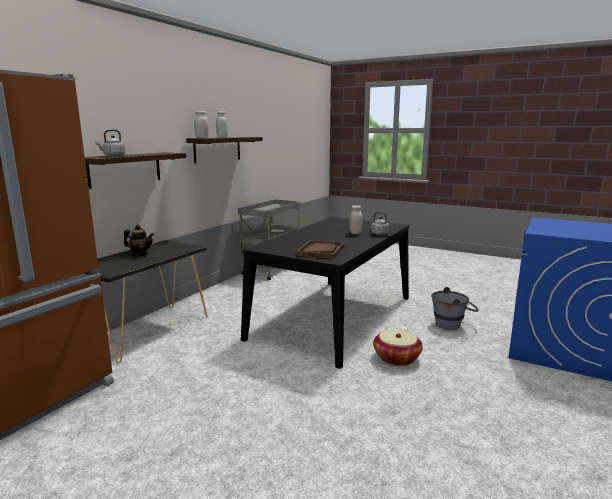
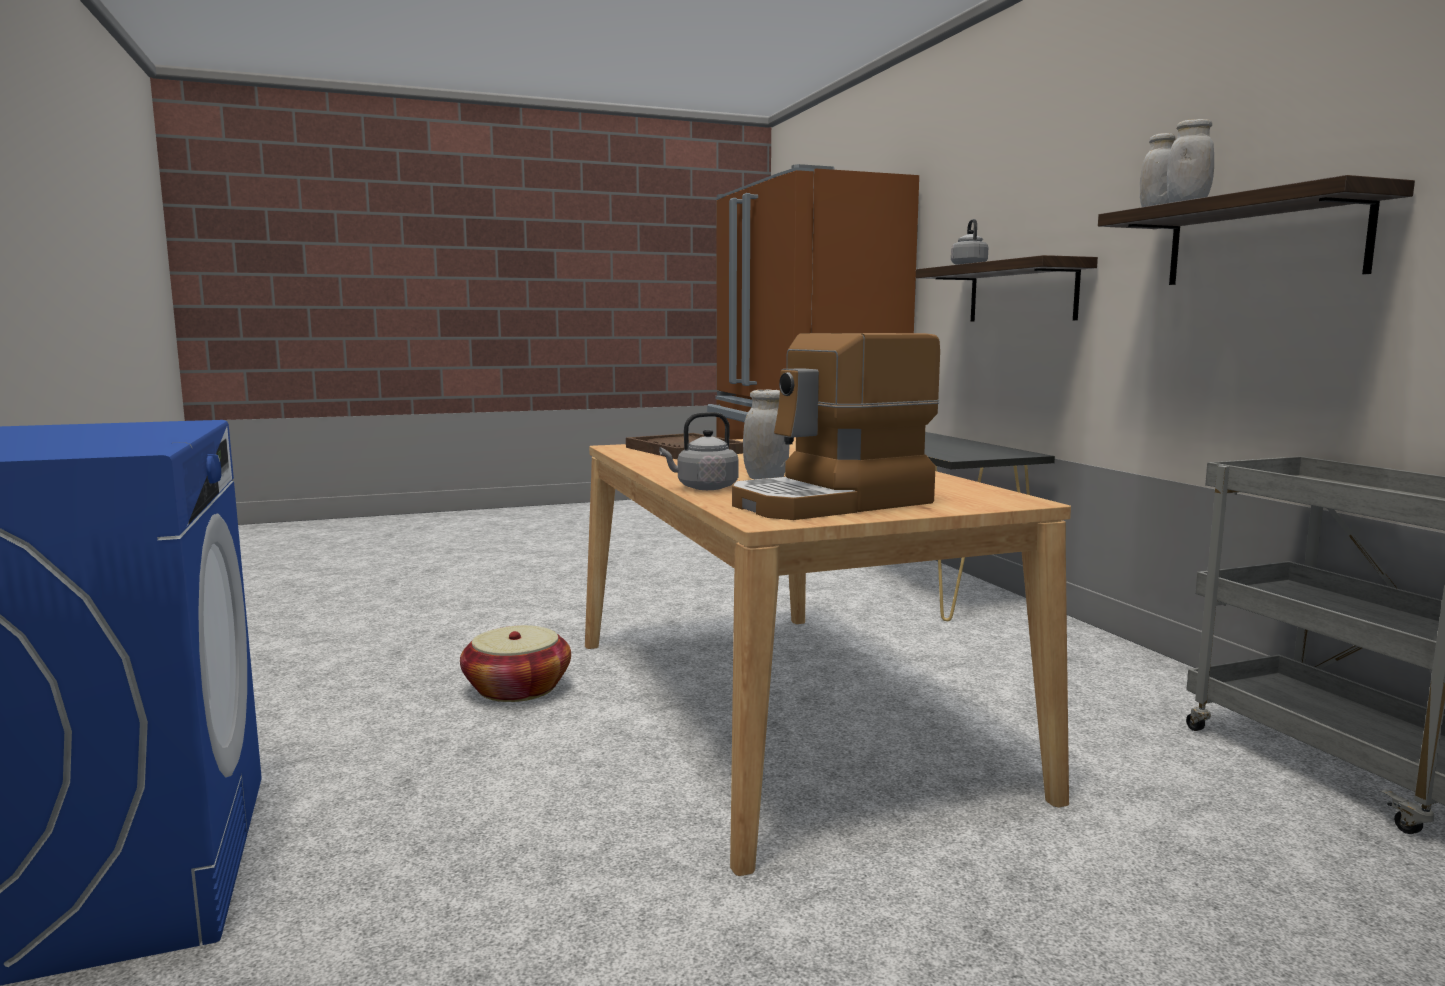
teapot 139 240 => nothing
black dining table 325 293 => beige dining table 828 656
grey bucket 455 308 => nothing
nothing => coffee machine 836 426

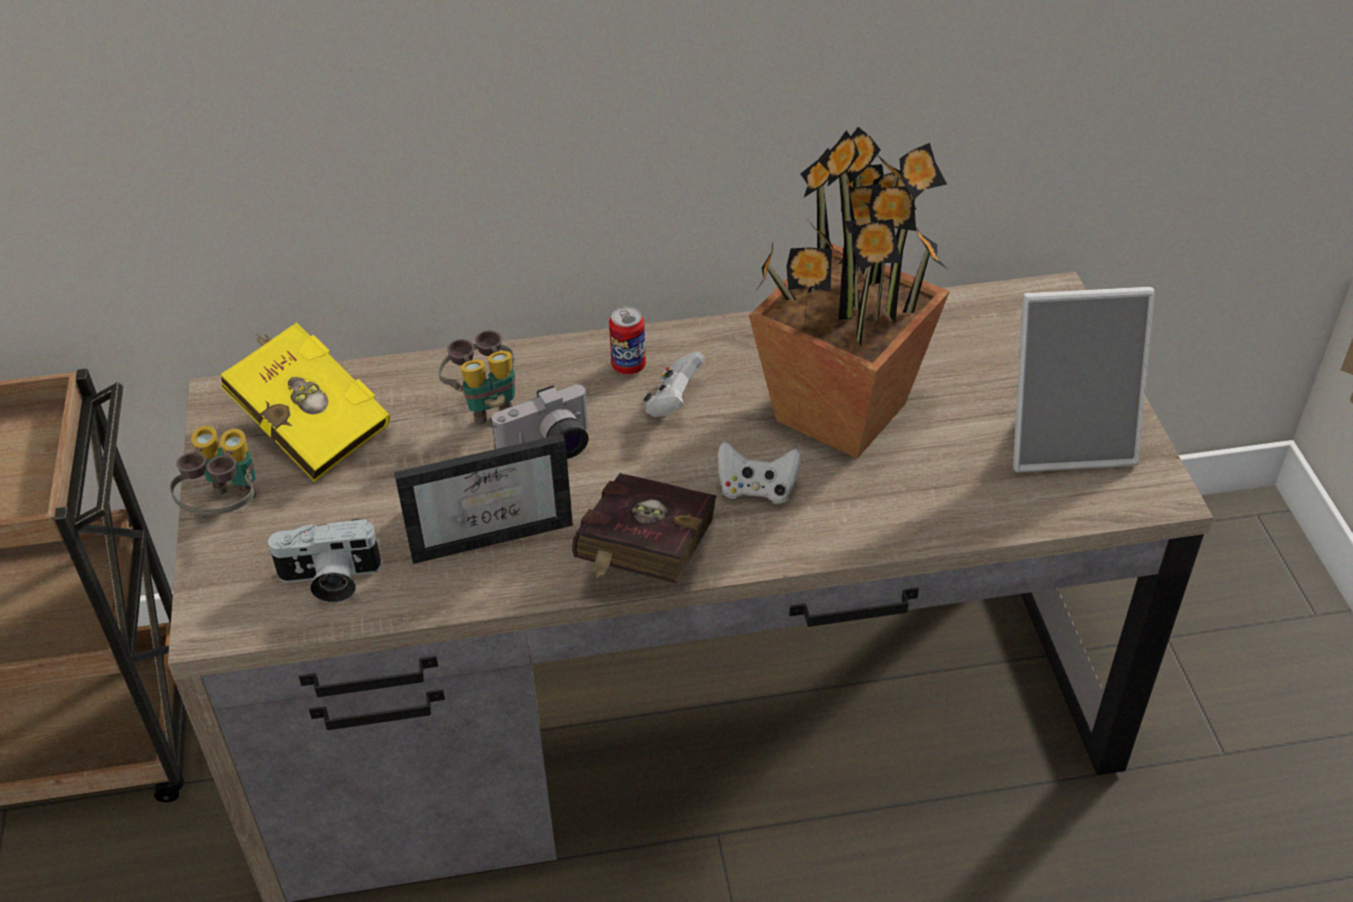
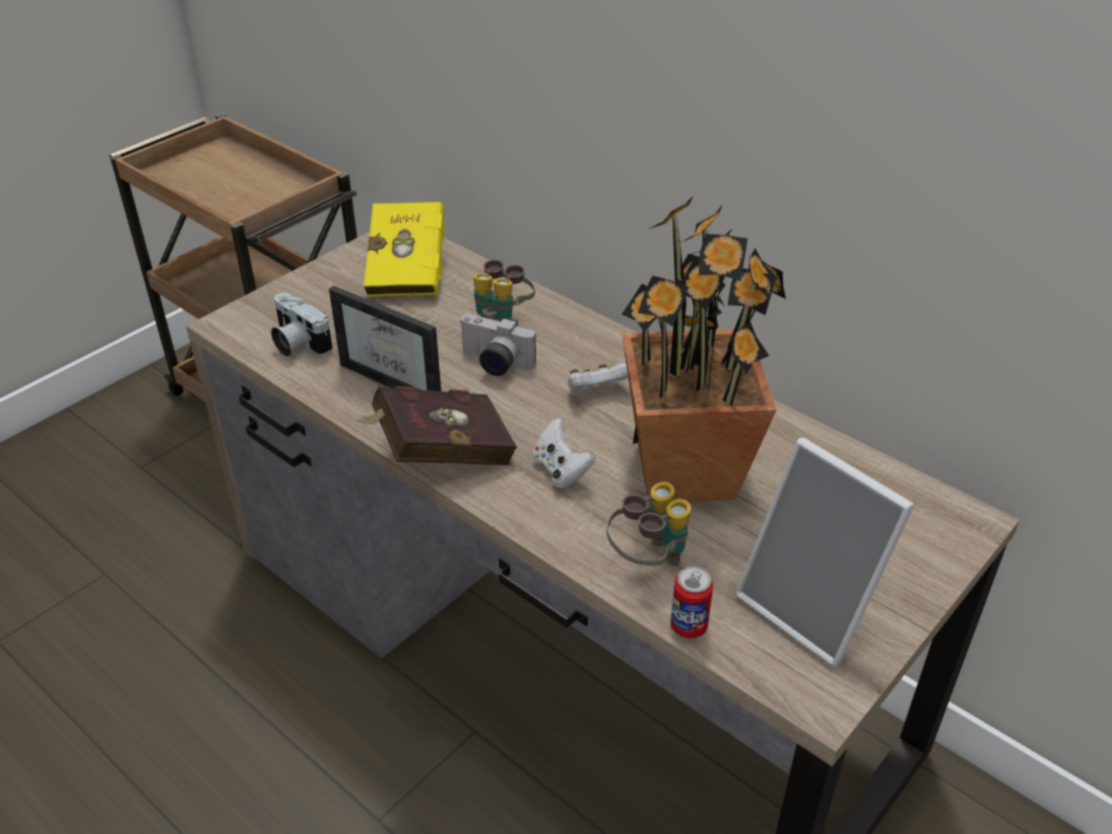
binoculars 213 470 => binoculars 649 524, move
can 627 341 => can 692 602, move

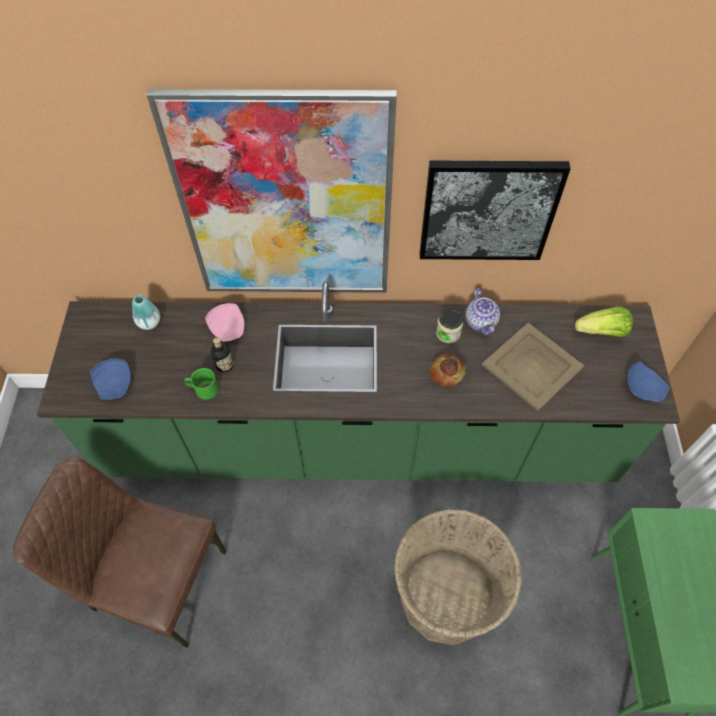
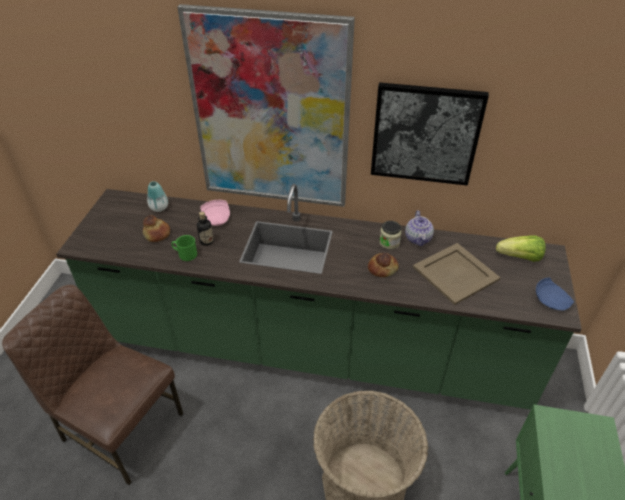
blue plate 110 379 => nothing
nothing => bread 156 228

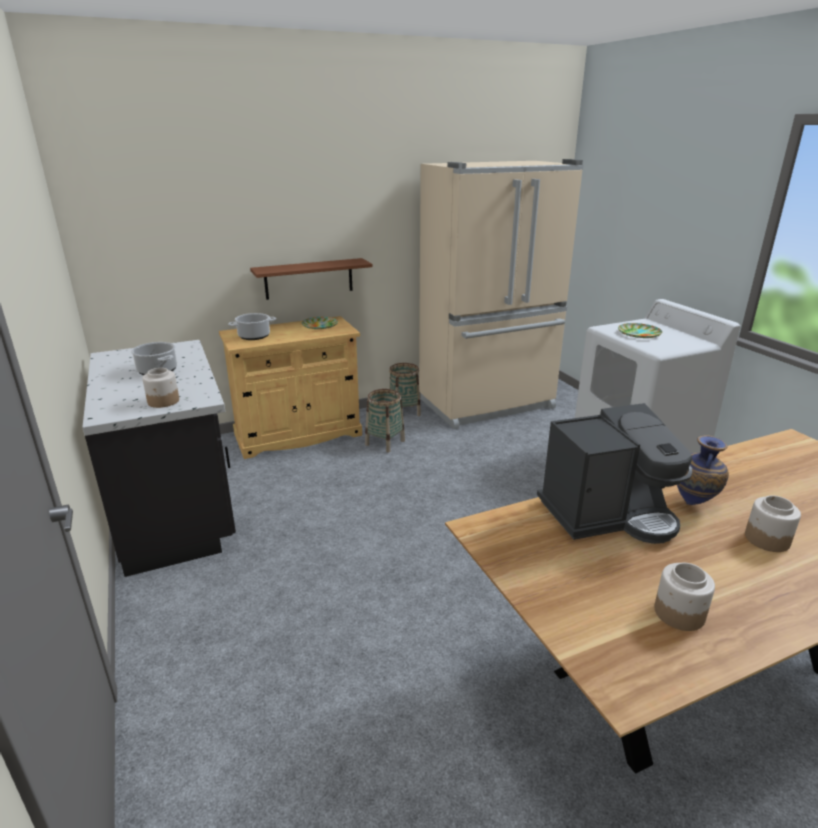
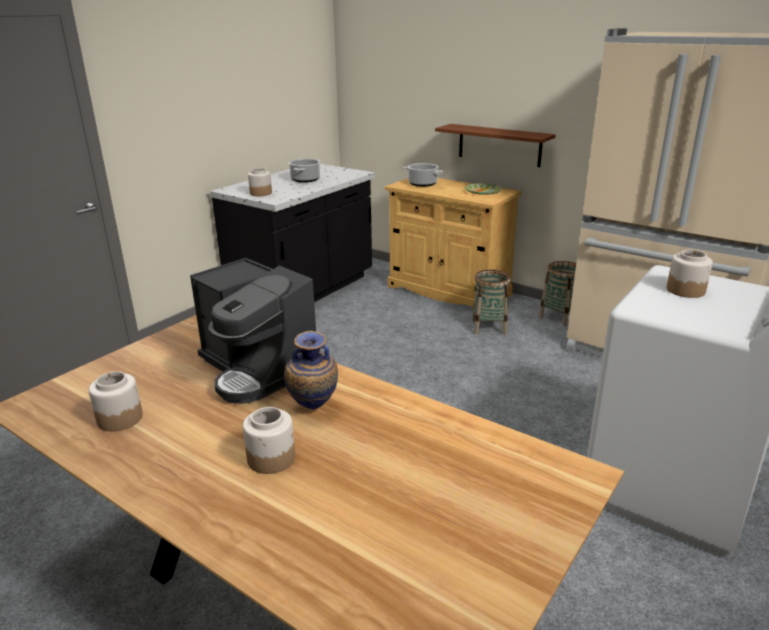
plate 640 330 => jar 690 274

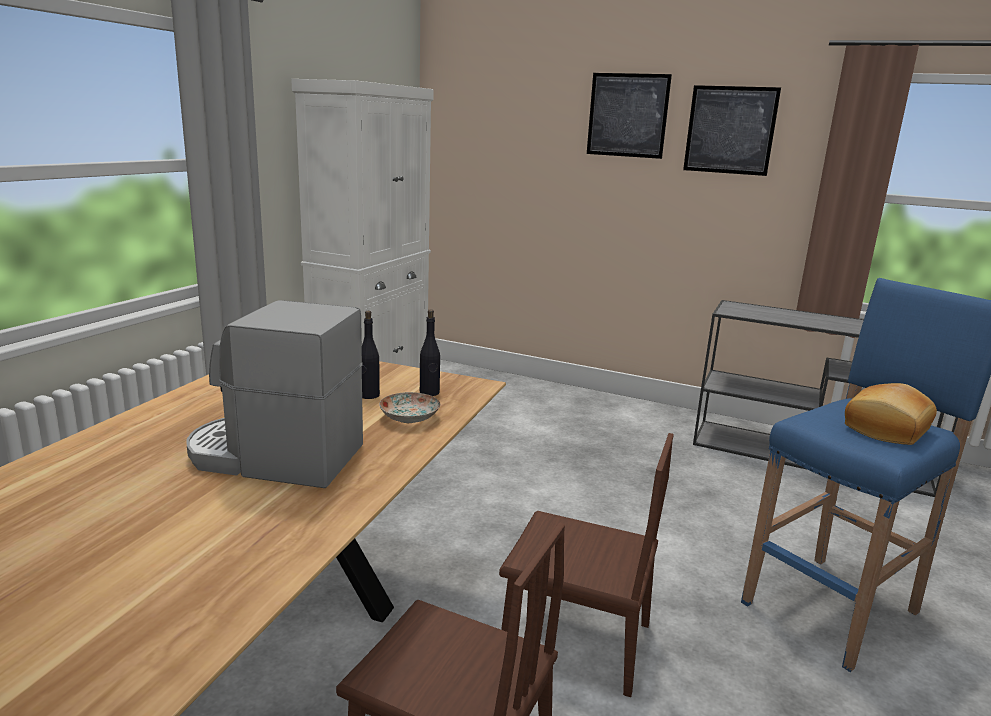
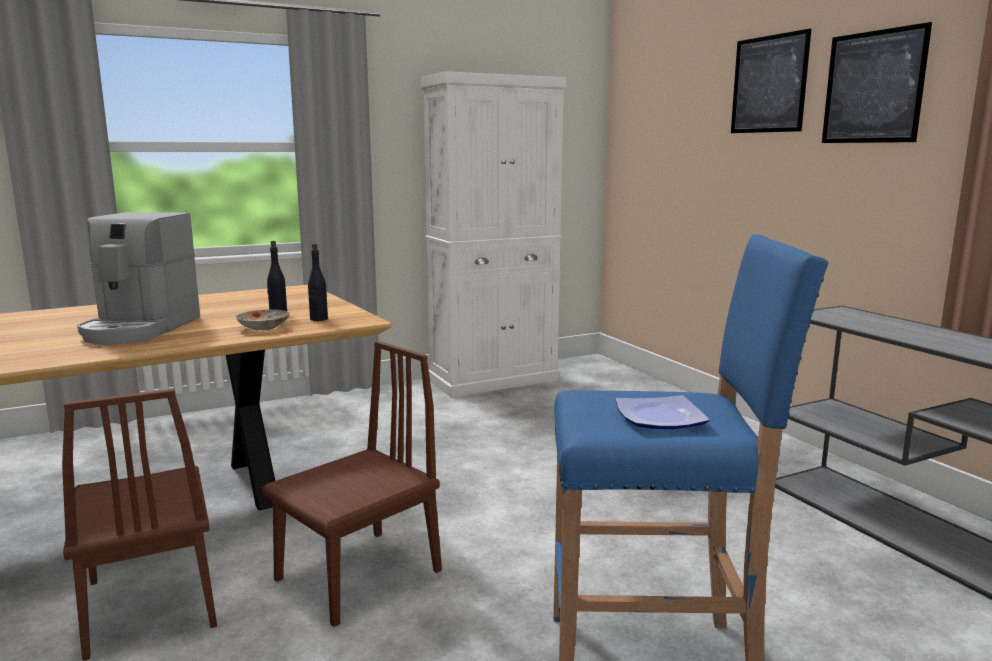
coffee machine 274 394 => coffee machine 138 278, 135 degrees counterclockwise
brown chair 586 565 => brown chair 352 484, 105 degrees counterclockwise
bread 891 414 => plate 662 412

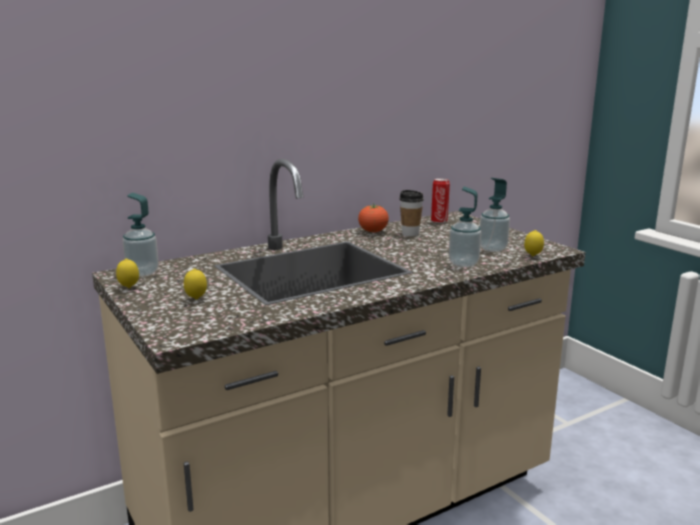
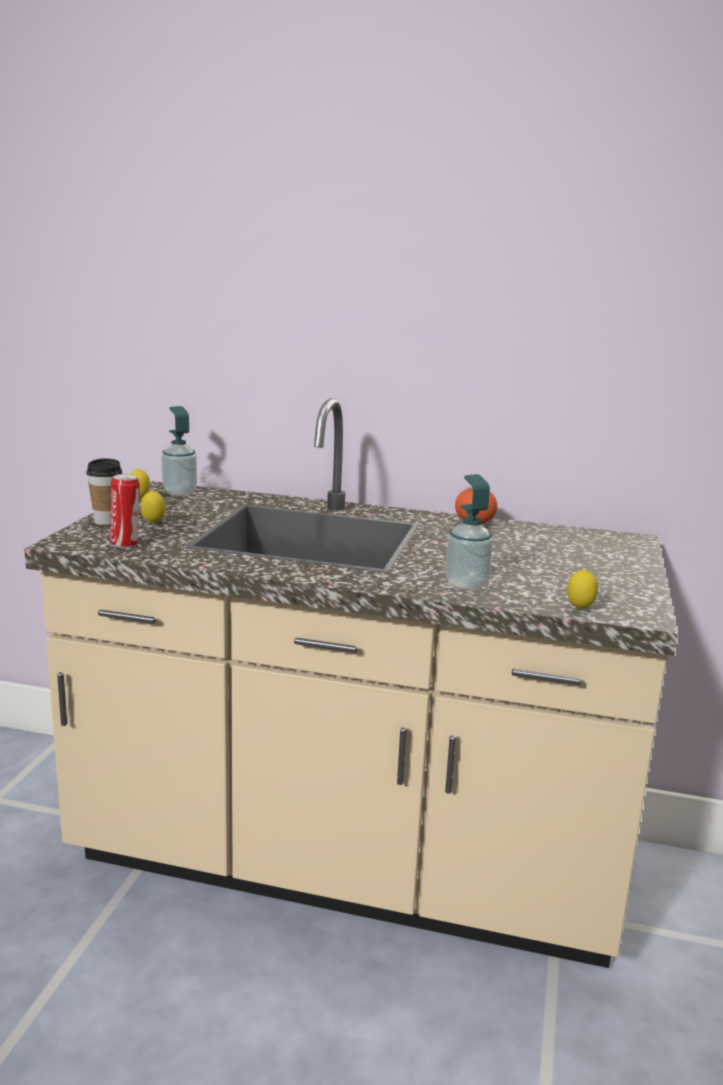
cup 411 213 => cup 104 491, move
can 440 201 => can 125 511, move
soap dispenser 495 215 => nothing

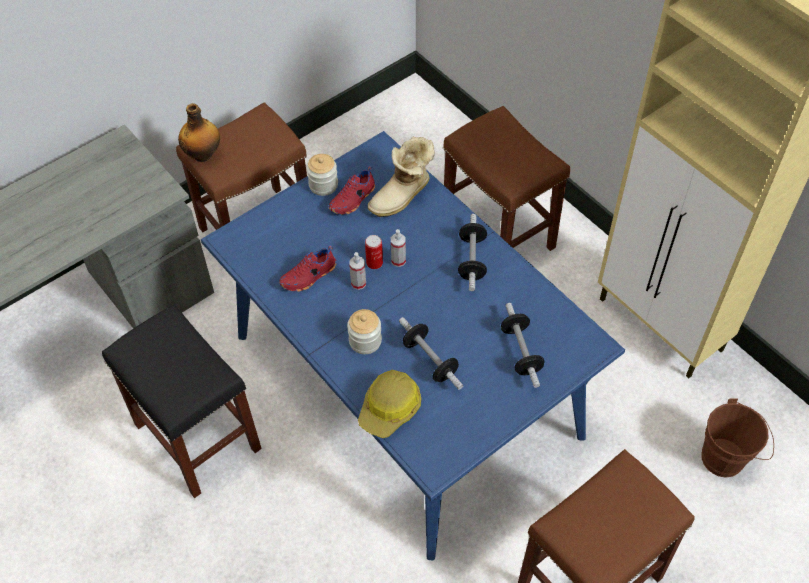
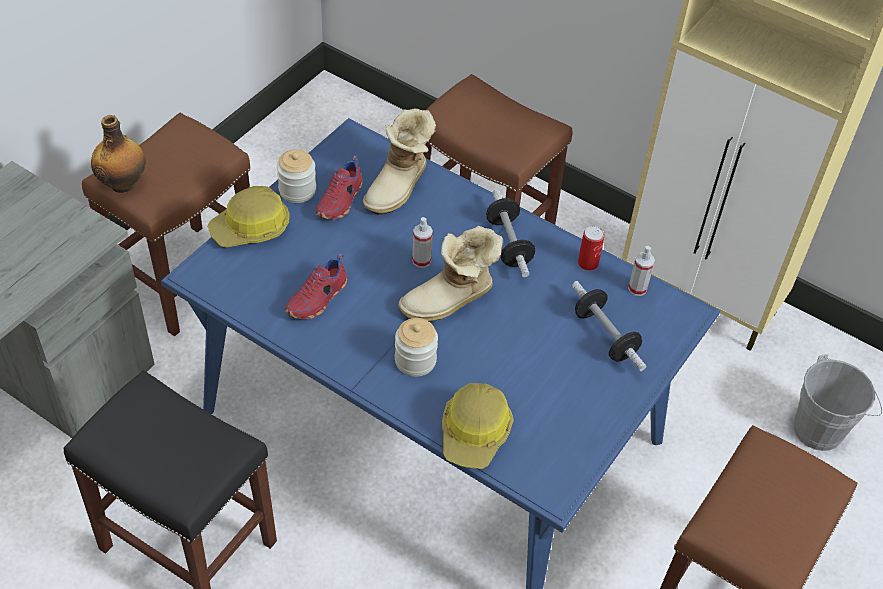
spray bottle 357 271 => spray bottle 641 271, move
can 374 252 => can 591 248, move
dumbbell 431 353 => nothing
brown bucket 738 438 => grey bucket 838 402
nothing => hard hat 248 217
nothing => boot 450 274

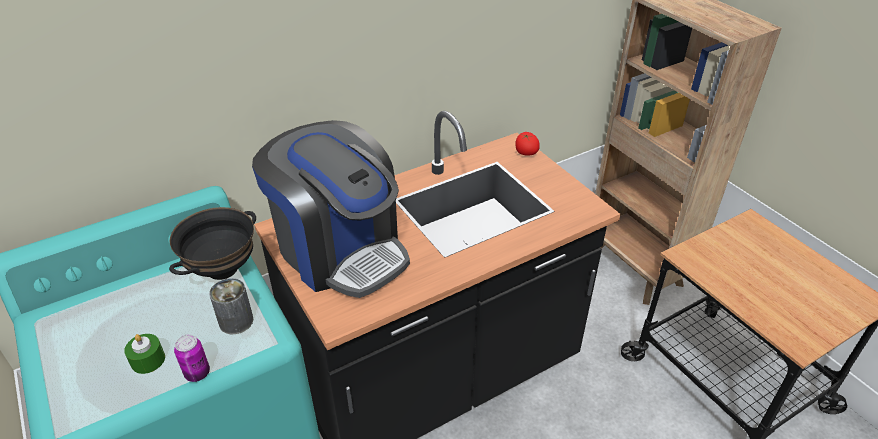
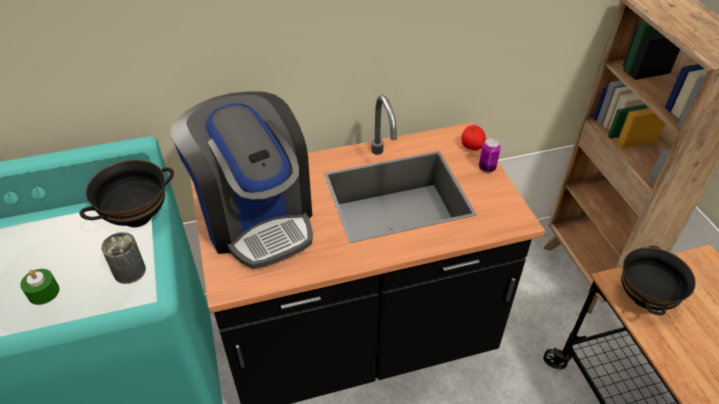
can 192 358 => can 490 155, move
nothing => black bowl 658 280

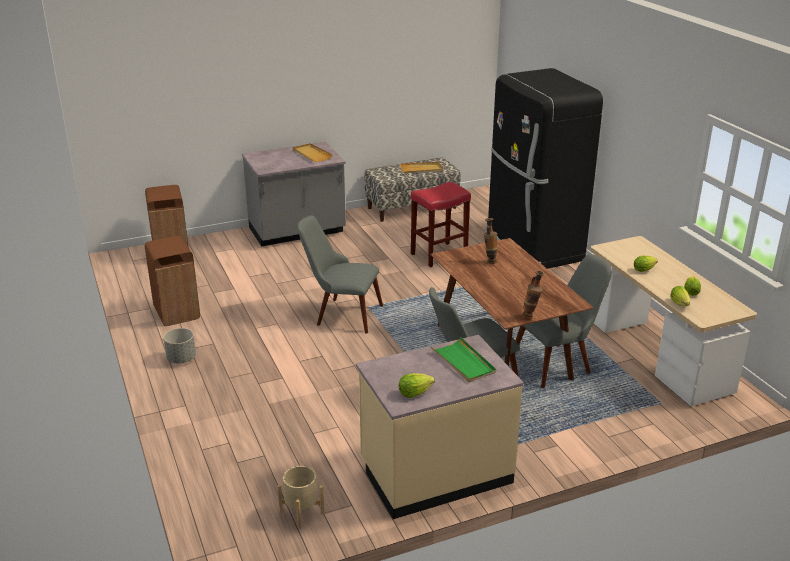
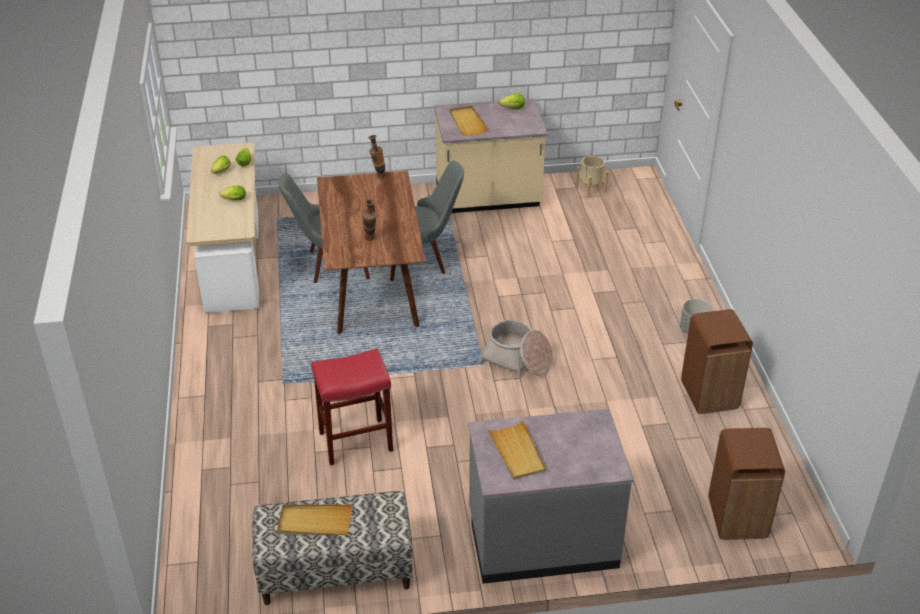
grey chair 340 275 => basket 516 349
green tray 463 359 => beige tray 469 121
black fridge 544 168 => nothing

